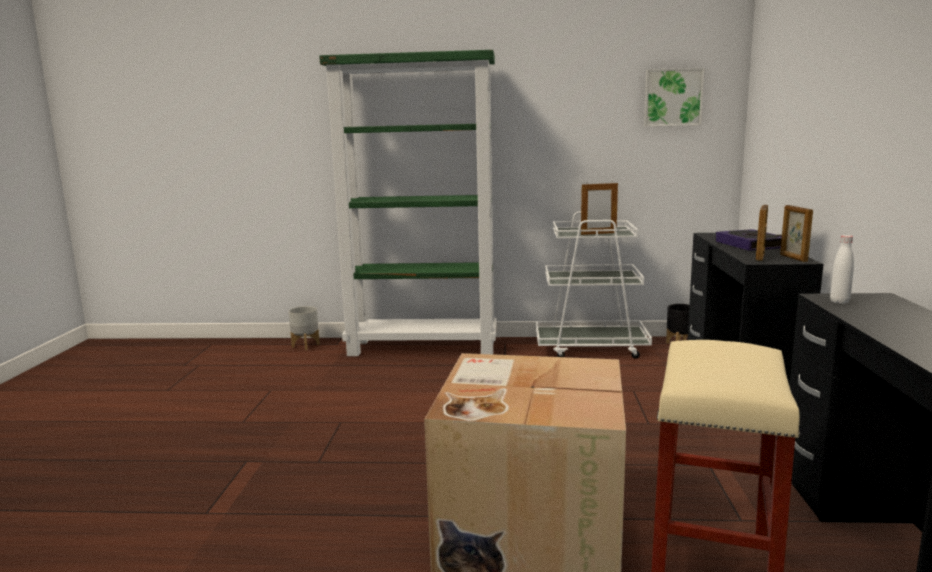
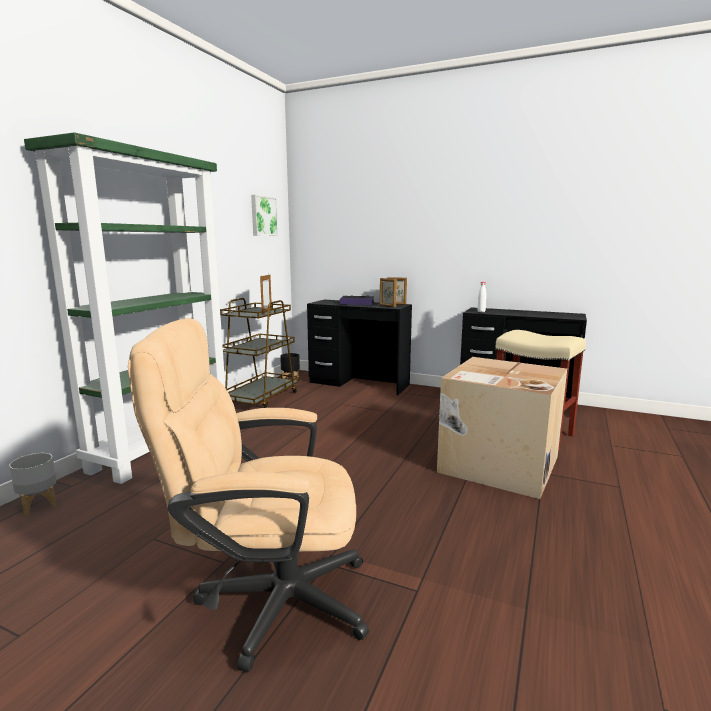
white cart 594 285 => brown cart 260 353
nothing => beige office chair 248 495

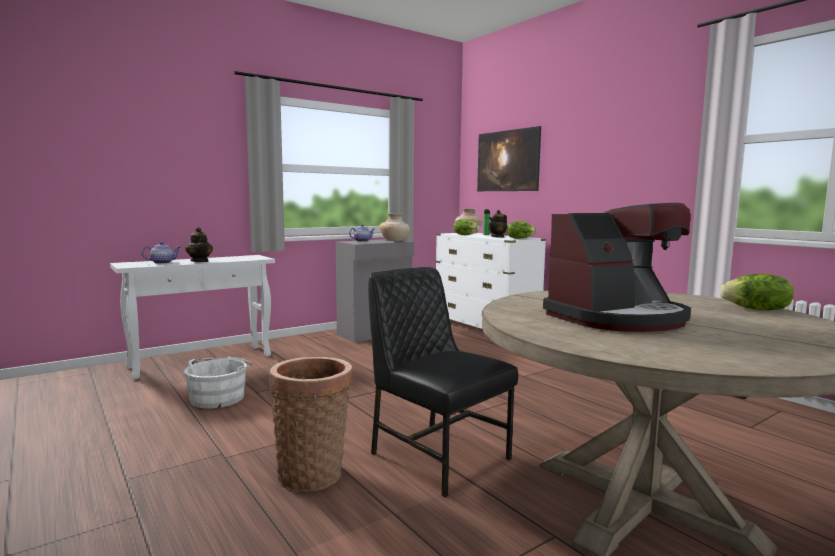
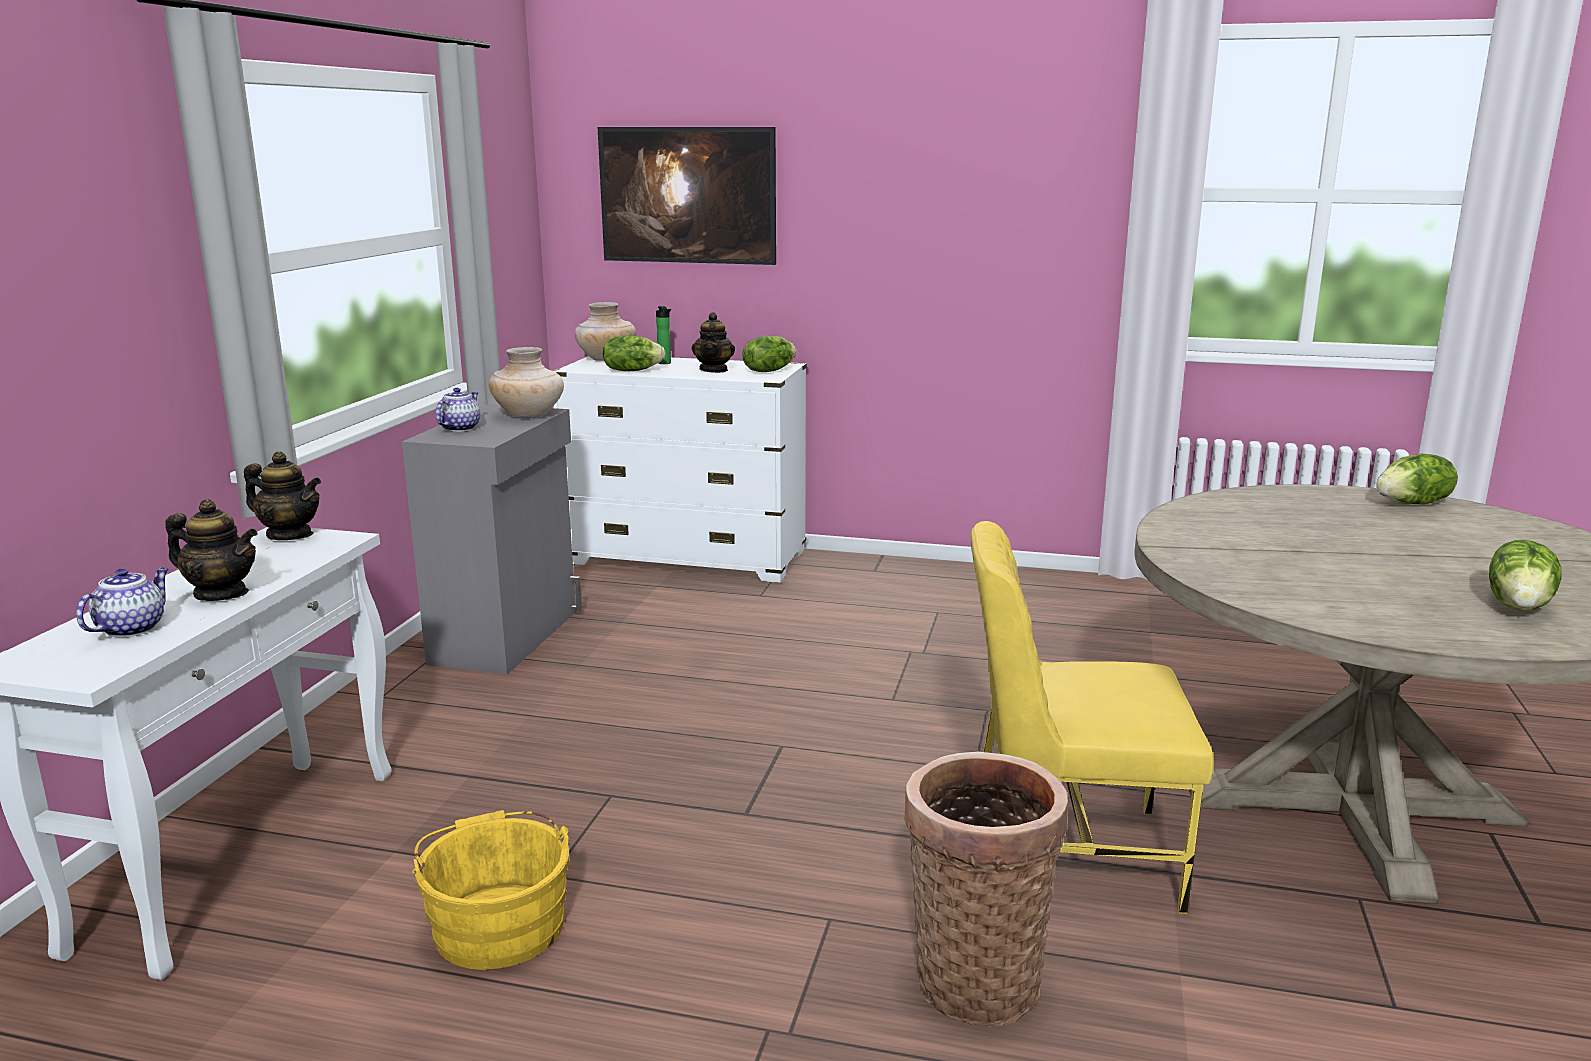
white bucket 218 382 => yellow bucket 491 890
black chair 443 382 => yellow chair 1092 717
coffee machine 617 267 => nothing
nothing => teapot 282 495
nothing => lettuce 1525 575

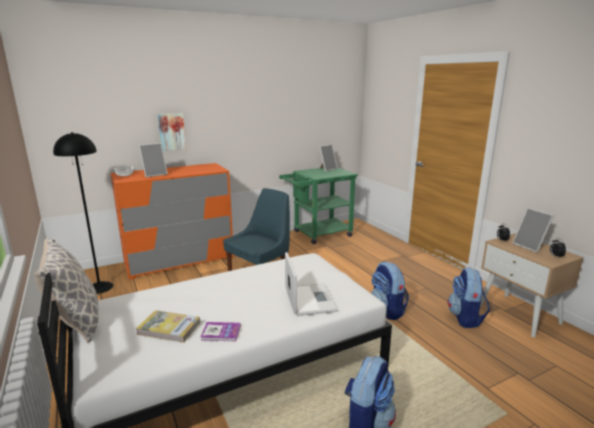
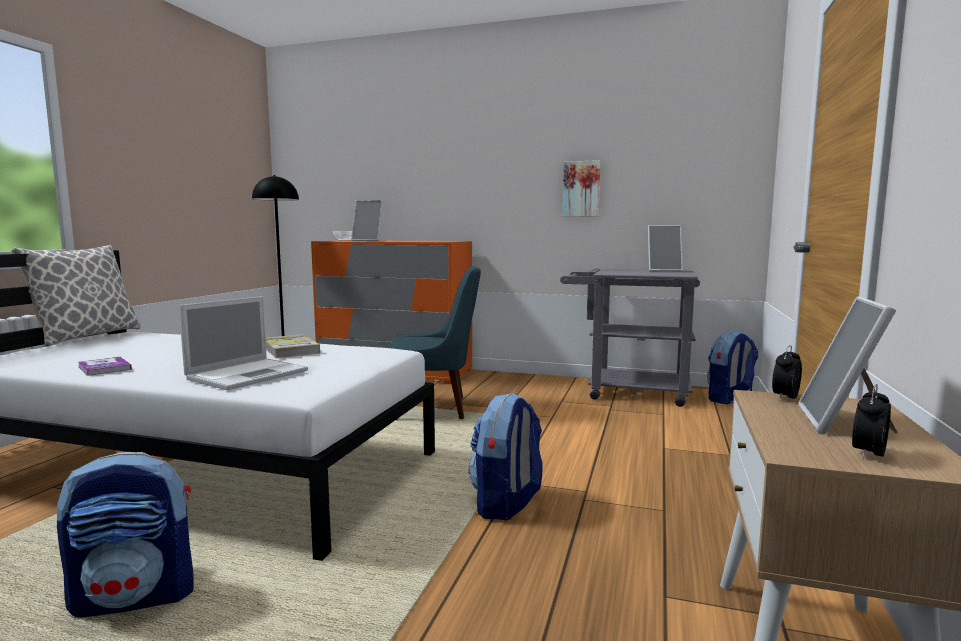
book 168 326 => book 292 346, move
picture 172 132 => picture 582 188, move
green cart 318 206 => grey cart 630 338
backpack 469 298 => backpack 733 367, move

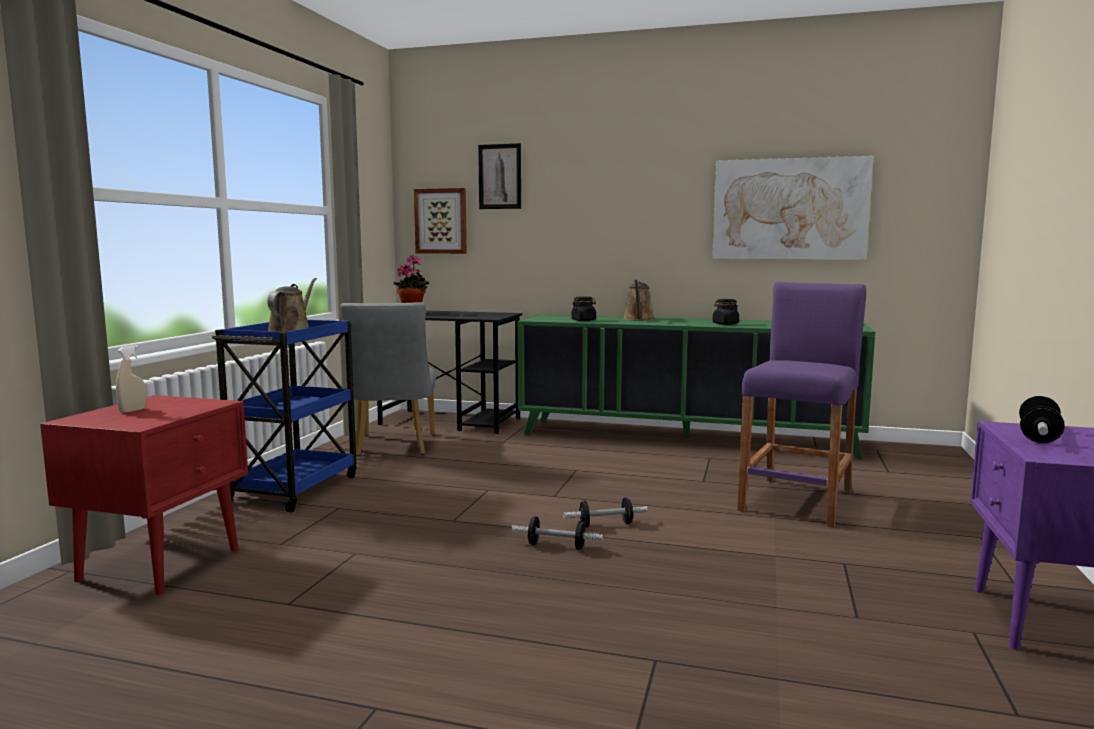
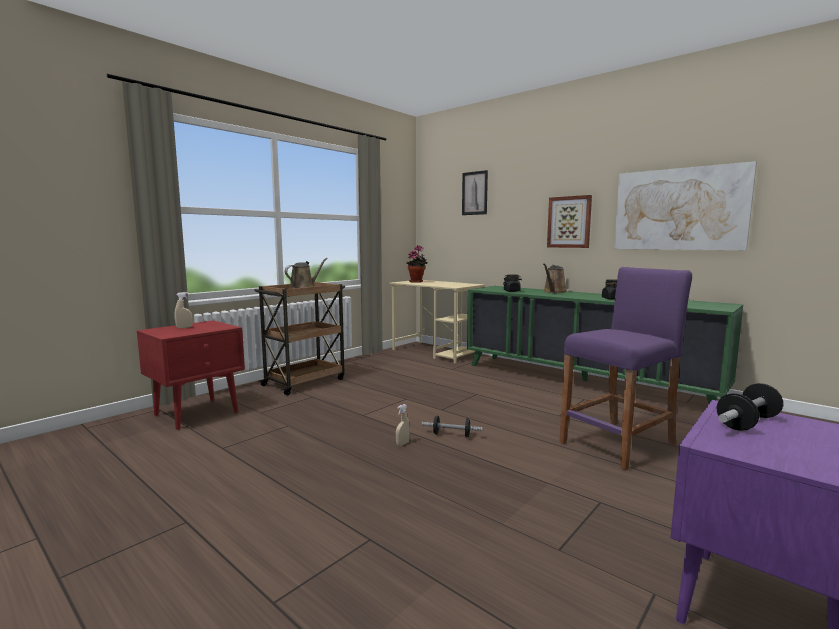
blue cart 284 416 => brown cart 299 338
grey chair 388 379 => nothing
black desk 449 372 => beige desk 437 321
picture 440 221 => picture 569 221, move
dumbbell 557 533 => beige spray bottle 403 425

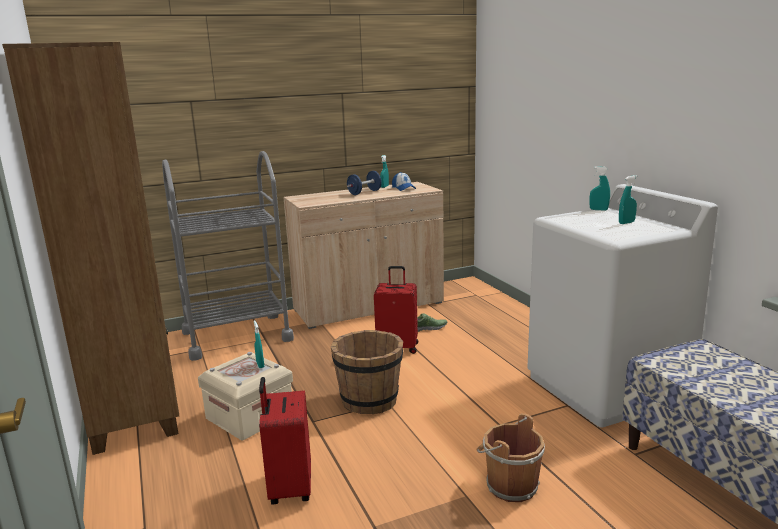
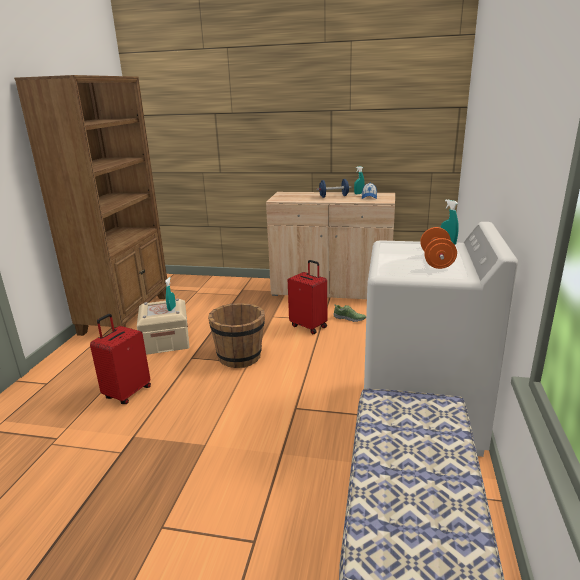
grey cart 228 256 => nothing
brown bucket 510 457 => nothing
turquoise spray bottle 628 199 => orange dumbbell 438 248

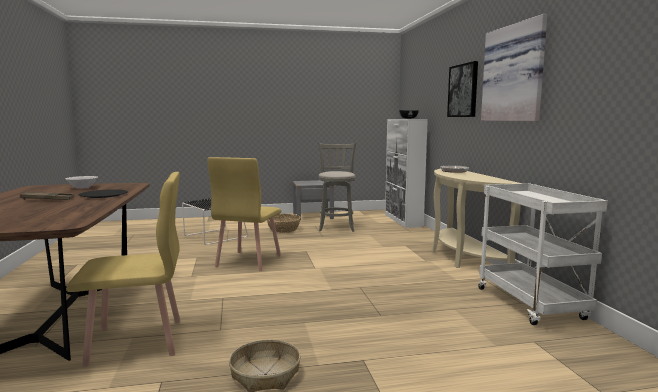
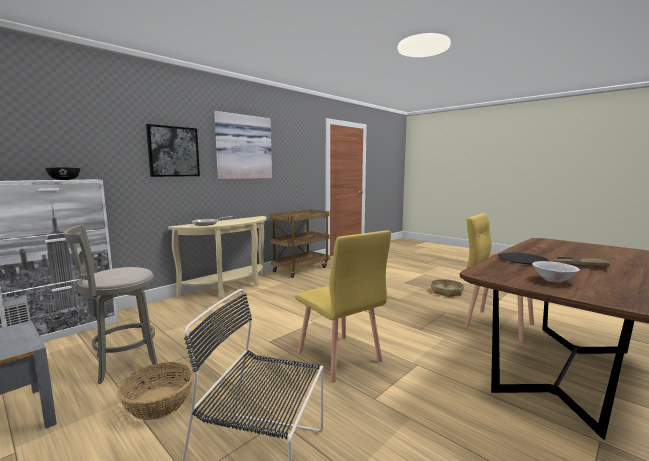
yellow chair 244 214 => yellow chair 343 306, 75 degrees clockwise
white cart 543 254 => brown cart 300 244

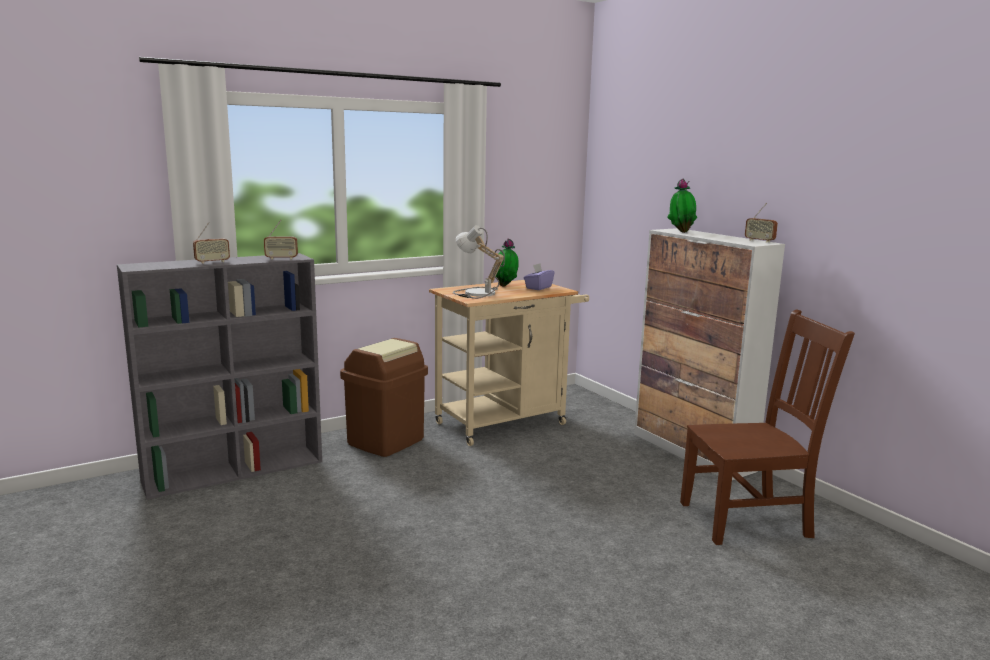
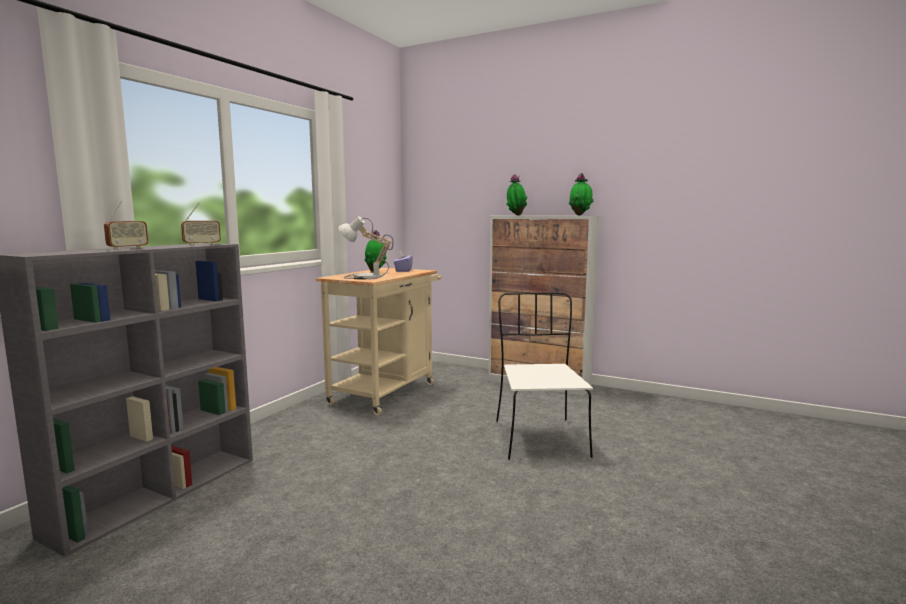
brown trash can 384 397 => nothing
brown chair 767 427 => nothing
radio 761 223 => potted plant 581 194
nothing => white chair 544 376

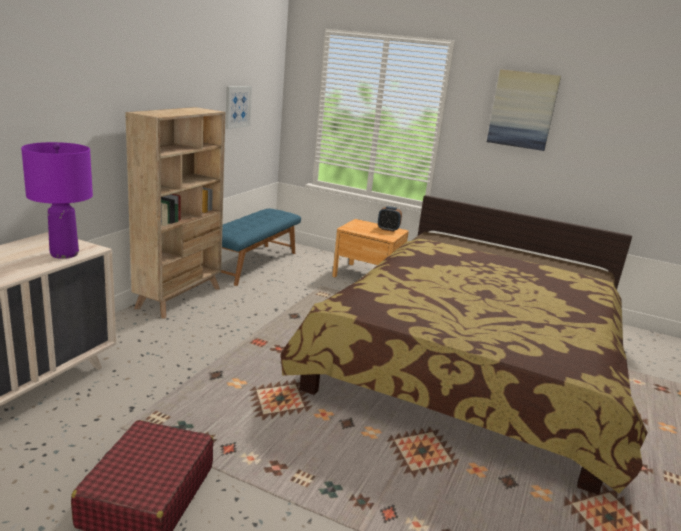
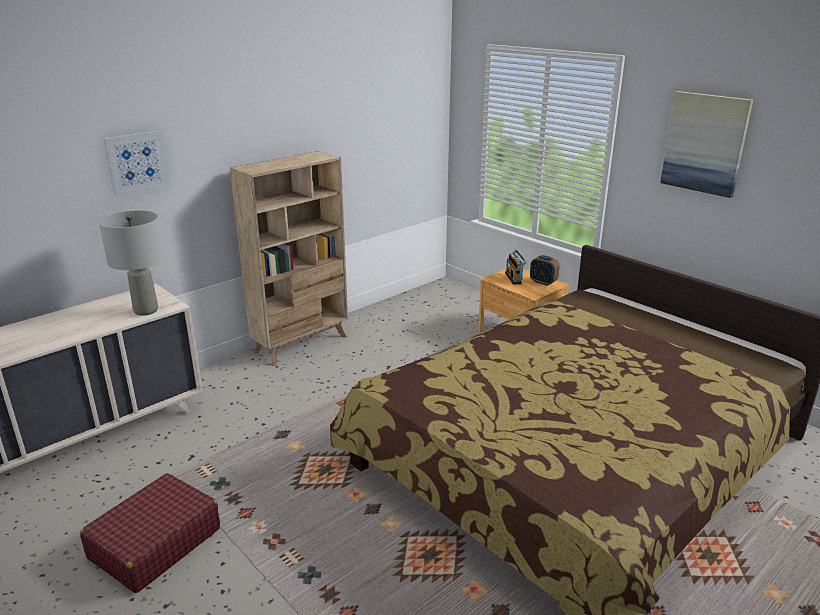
purple table lamp 57 200 => grey table lamp 132 263
blue bench 261 247 => nothing
picture 238 107 => picture 136 163, move
nothing => radio 516 267

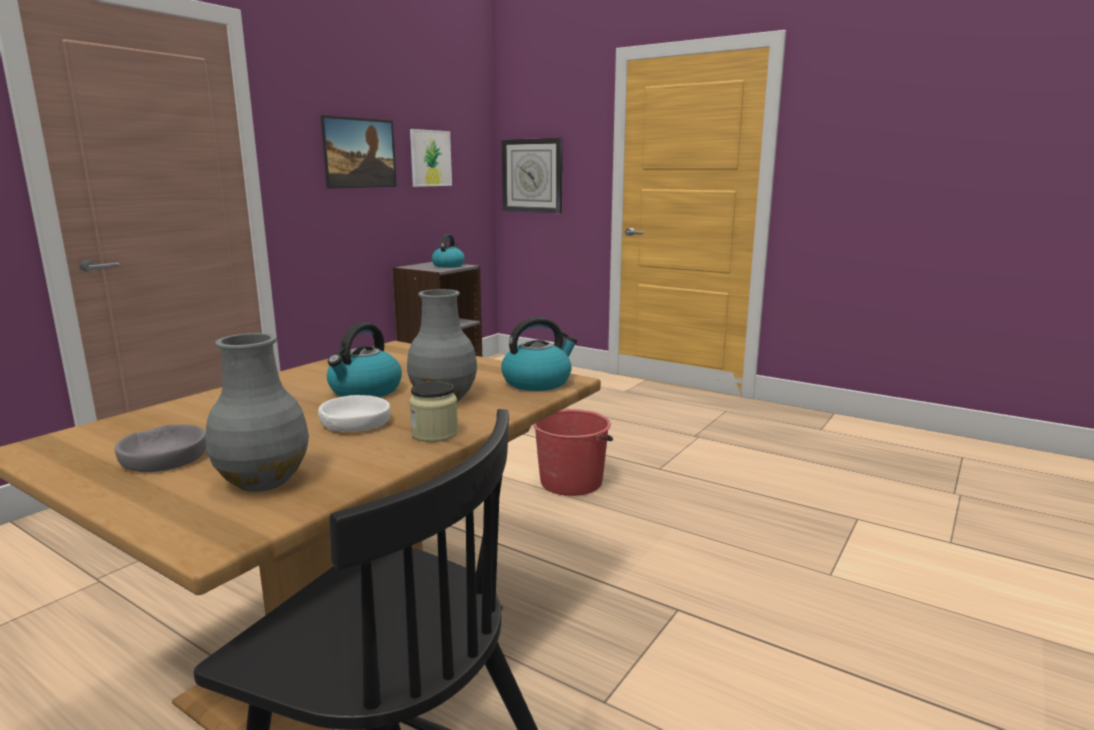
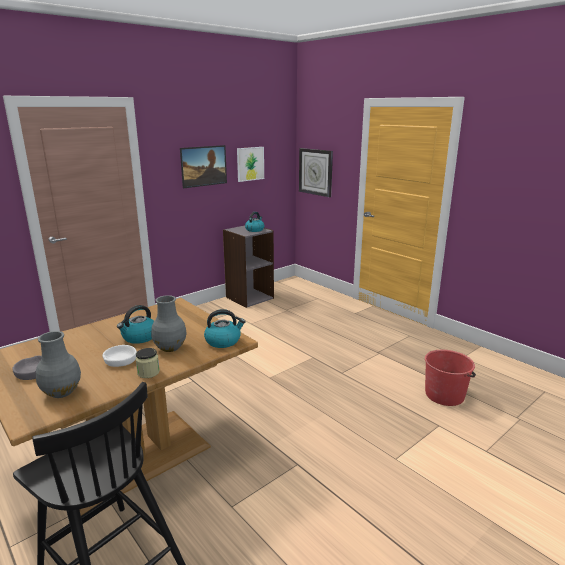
red bucket 573 452 => red bucket 450 378, move

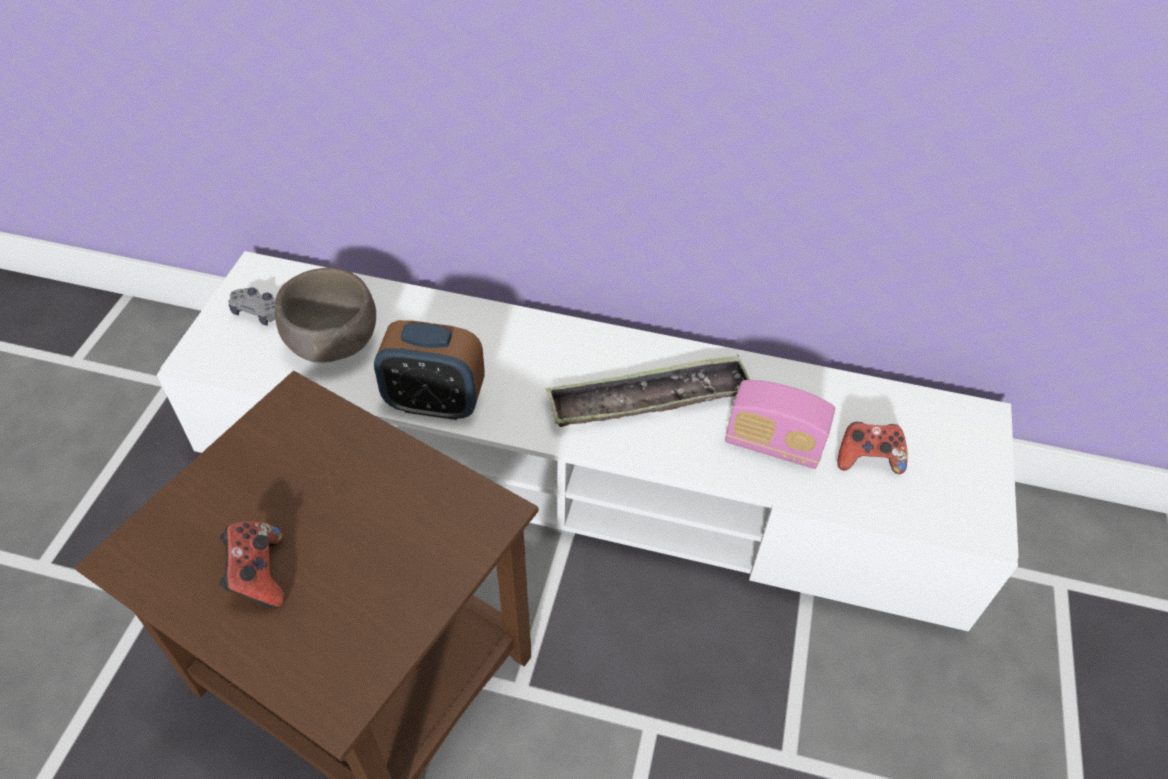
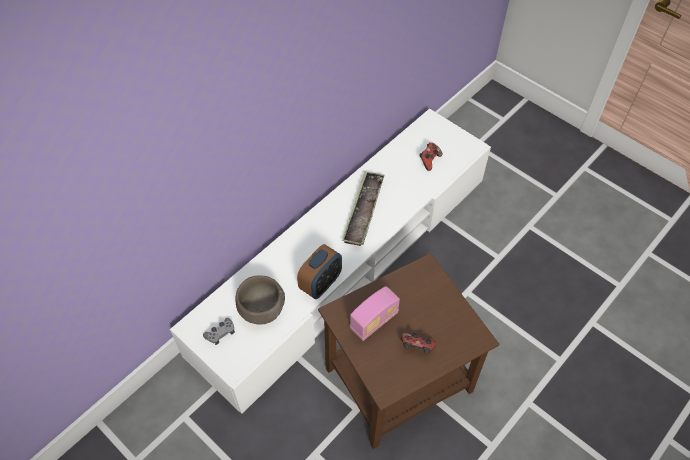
radio 780 424 => radio 375 313, move

